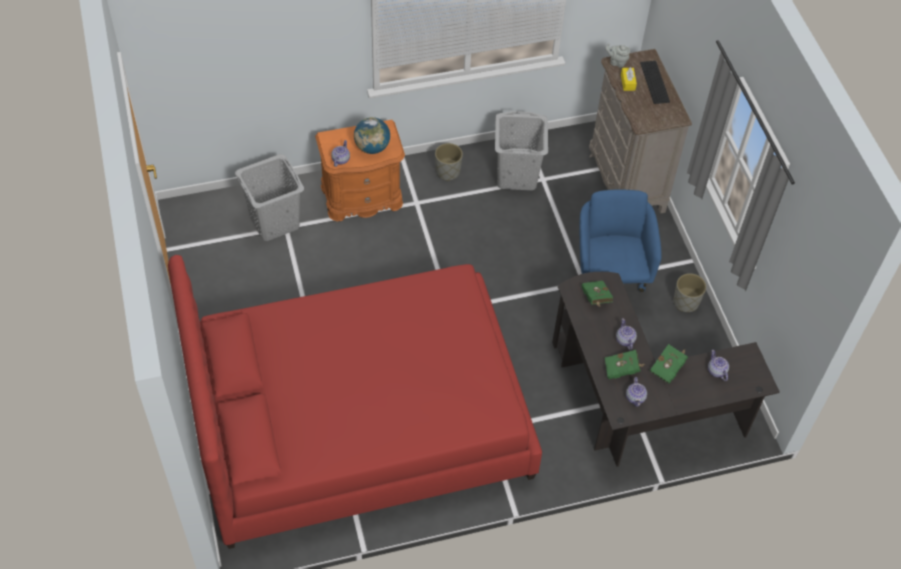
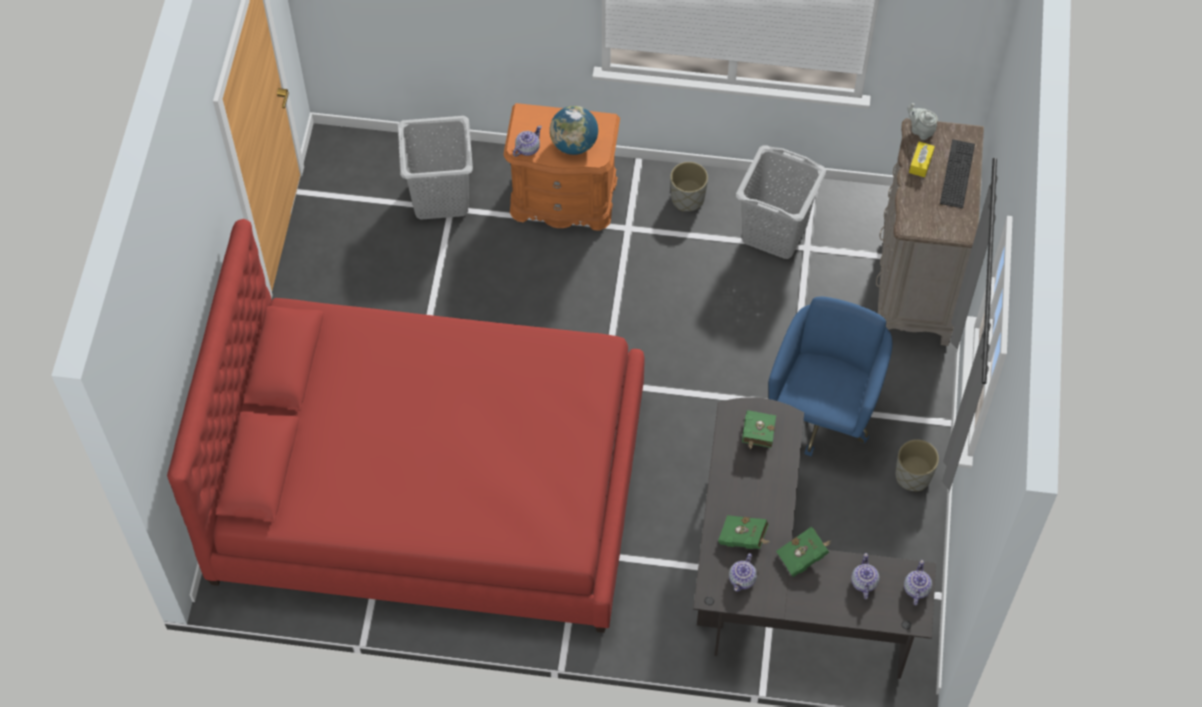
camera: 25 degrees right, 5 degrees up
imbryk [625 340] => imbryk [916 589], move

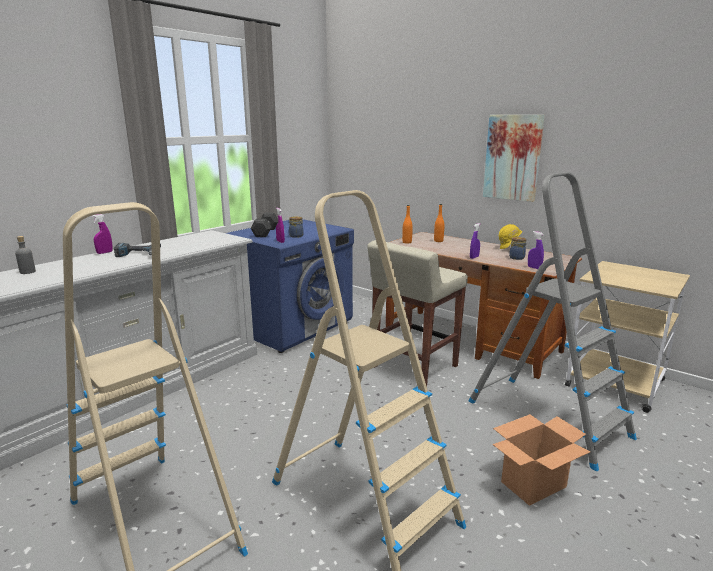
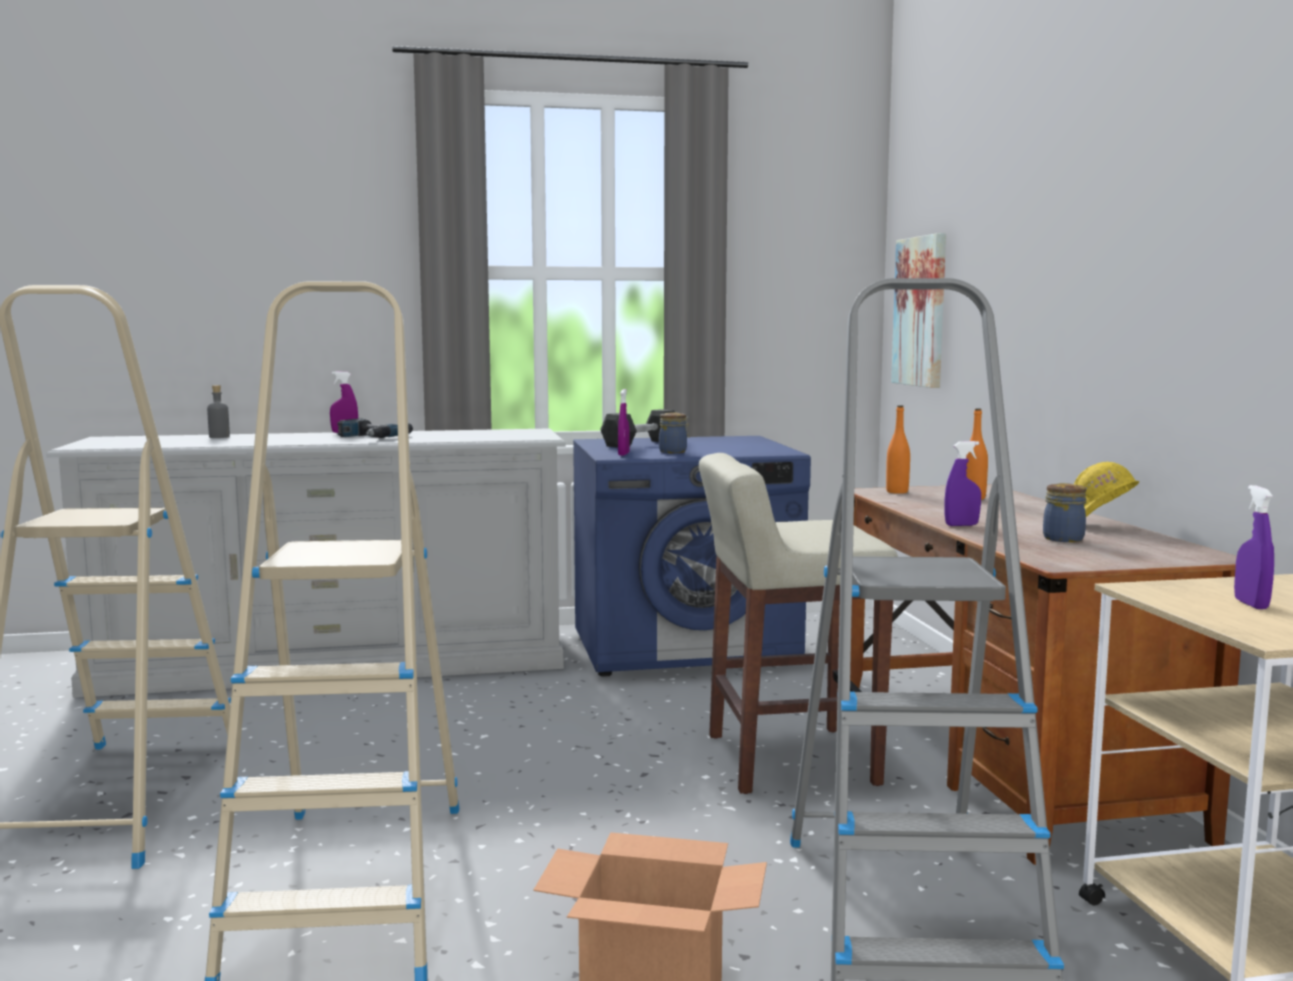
camera: 40 degrees right, 10 degrees down
obraz [512 157] => obraz [921 311], move
spryskiwacz [fioletowy] [534 268] => spryskiwacz [fioletowy] [1251 604], move

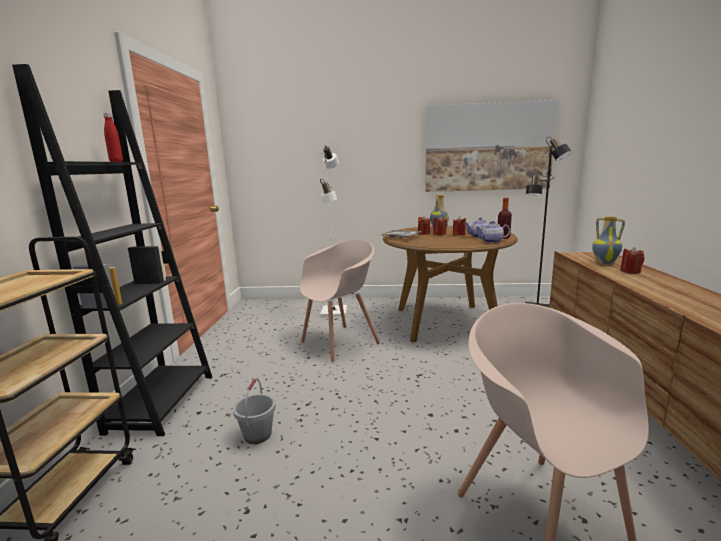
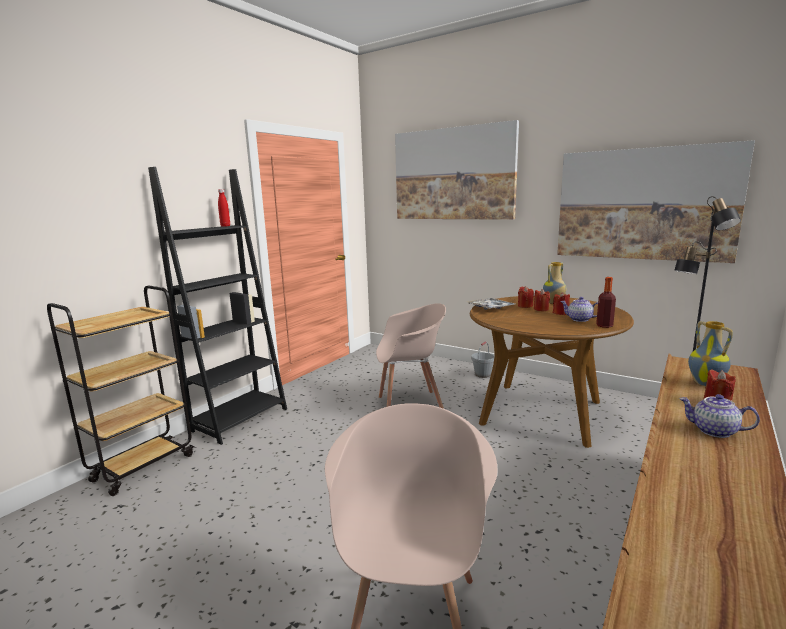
camera: 30 degrees right, 0 degrees up
wiadro [szary] [257 435] => wiadro [szary] [482 374], move
lampa stojąca [biały] [334 312] => nothing
imbryk [491 241] => imbryk [713 431], move
nothing => obraz [453 174]

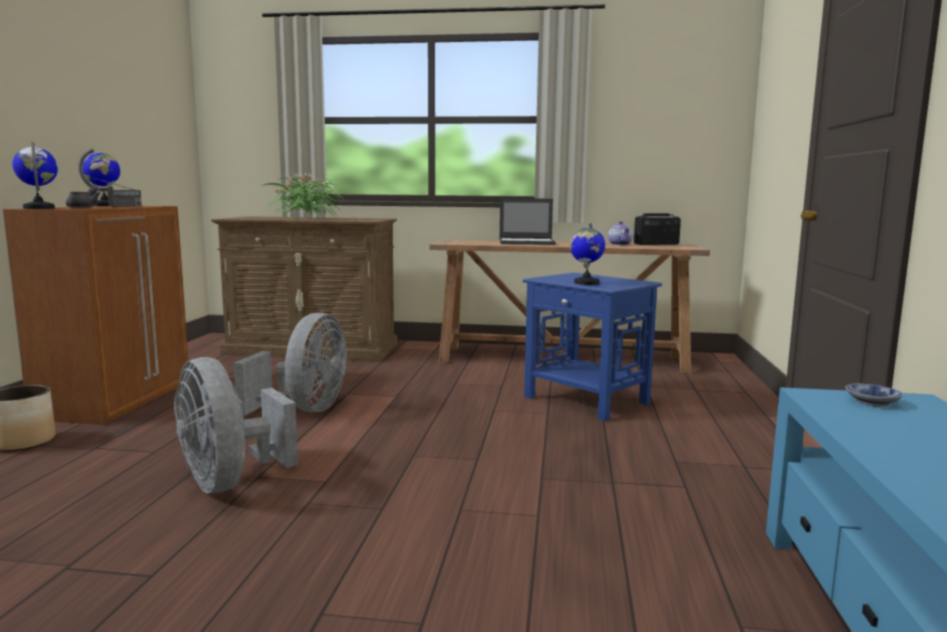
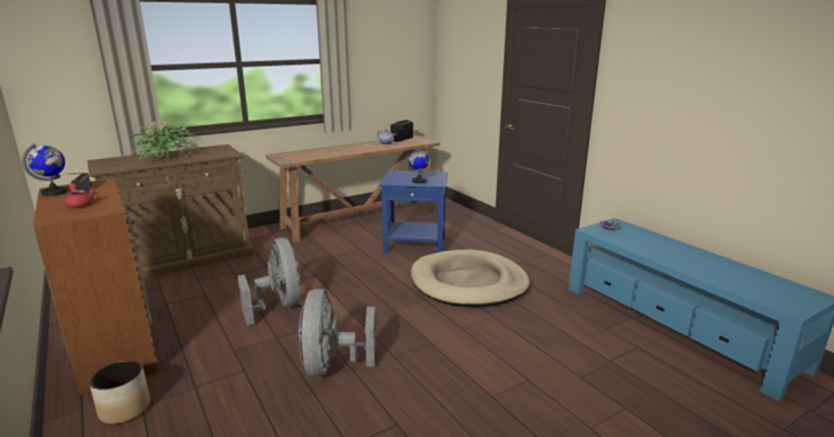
camera: 40 degrees left, 10 degrees up
globus [39 208] => nothing
imbryk [szary] [84 207] => imbryk [czerwony] [79 204]
wentylator [szary] [229 482] => wentylator [szary] [331 365], 75 degrees clockwise
laptop [527 242] => nothing
nothing => legowisko [beżowy] [469 283]

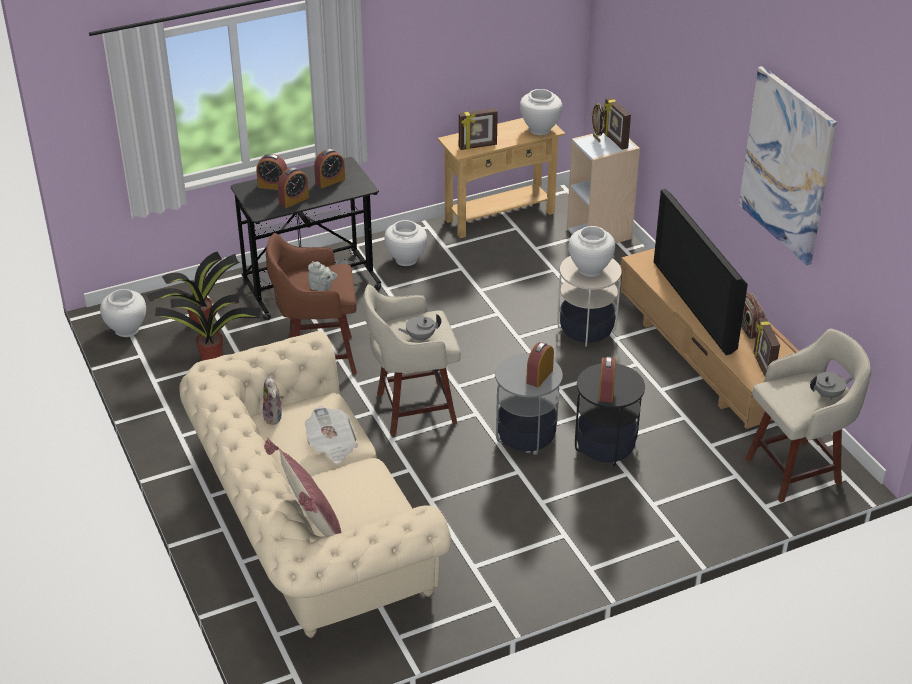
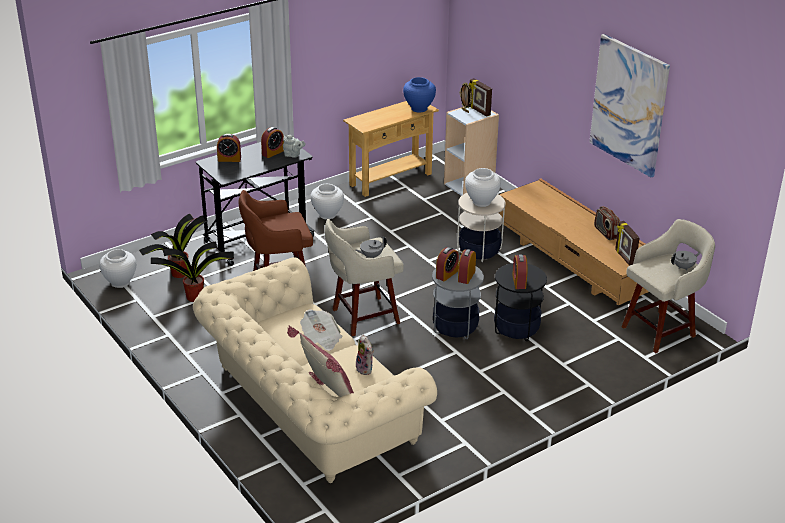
camera: 10 degrees left, 5 degrees down
pluszak [274 417] => pluszak [365 369], move
budzik [294 200] => budzik [447 274], move
imbryk [szary] [322 288] => imbryk [szary] [293 155], move
ramka na zdjęcie [478 146] => nothing
wazon [biały] [540 129] => wazon [niebieski] [419 108]
telewizor [697 305] => nothing

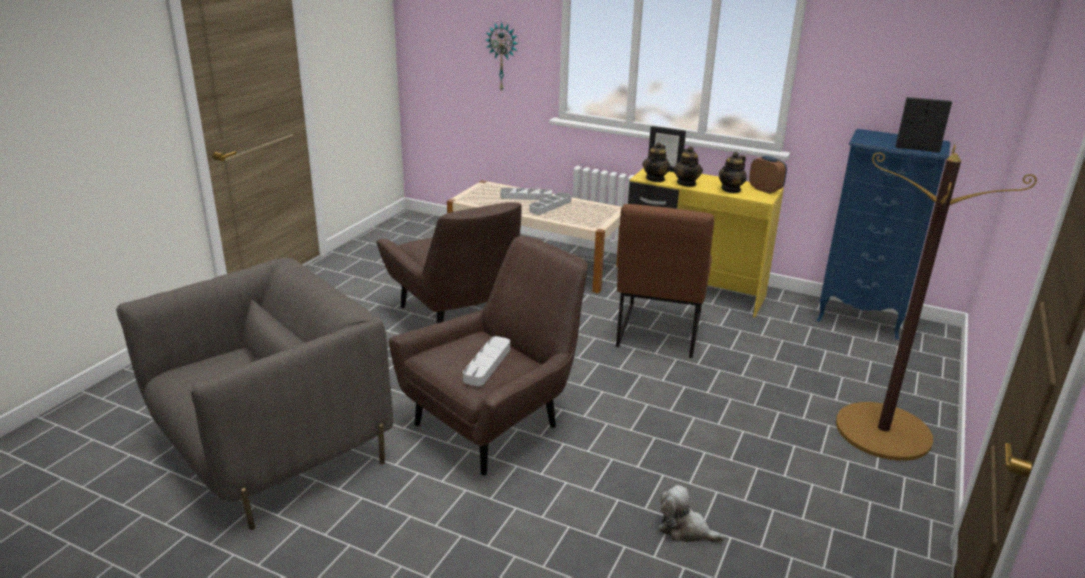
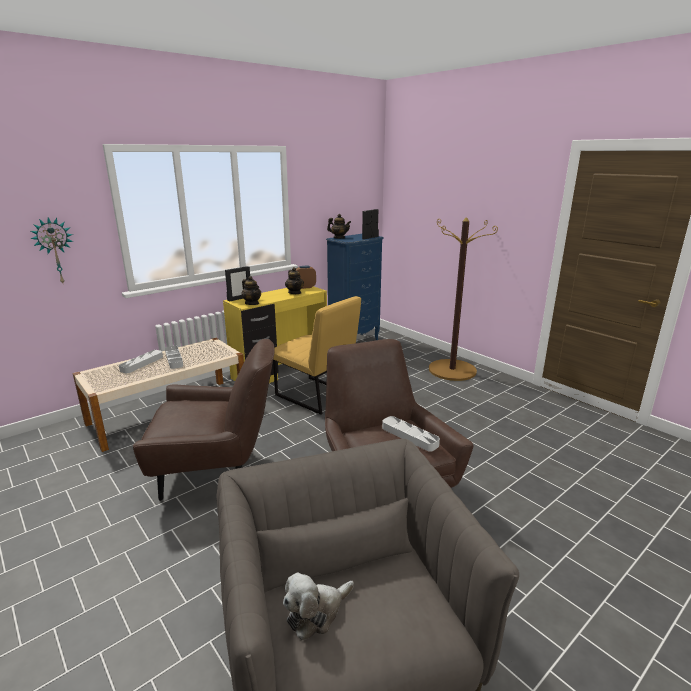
camera: 65 degrees left, 5 degrees down
krzesło [brązowy] [658 332] => krzesło [żółty] [316 395]
pluszak [685 530] => pluszak [316 613], move
imbryk [686 183] => imbryk [339 238], move

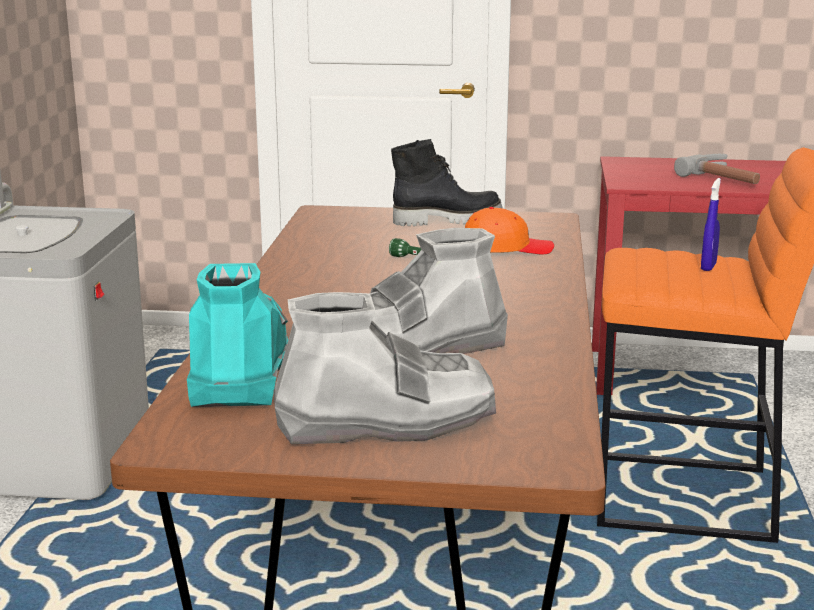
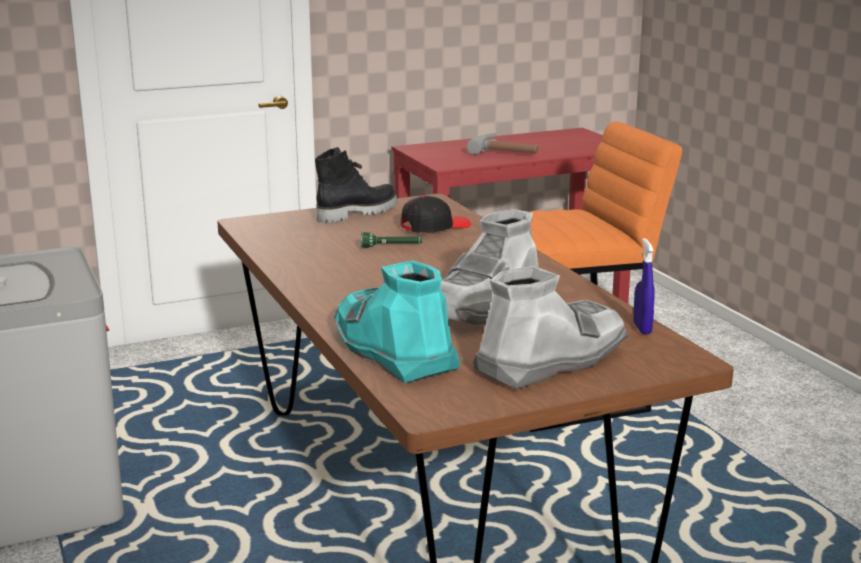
camera: 30 degrees left, 0 degrees up
czapka z daszkiem [pomarańczowy] [507 247] => czapka z daszkiem [czarny] [434 227]
spryskiwacz [niebieski] [708 267] => spryskiwacz [niebieski] [642 328], move

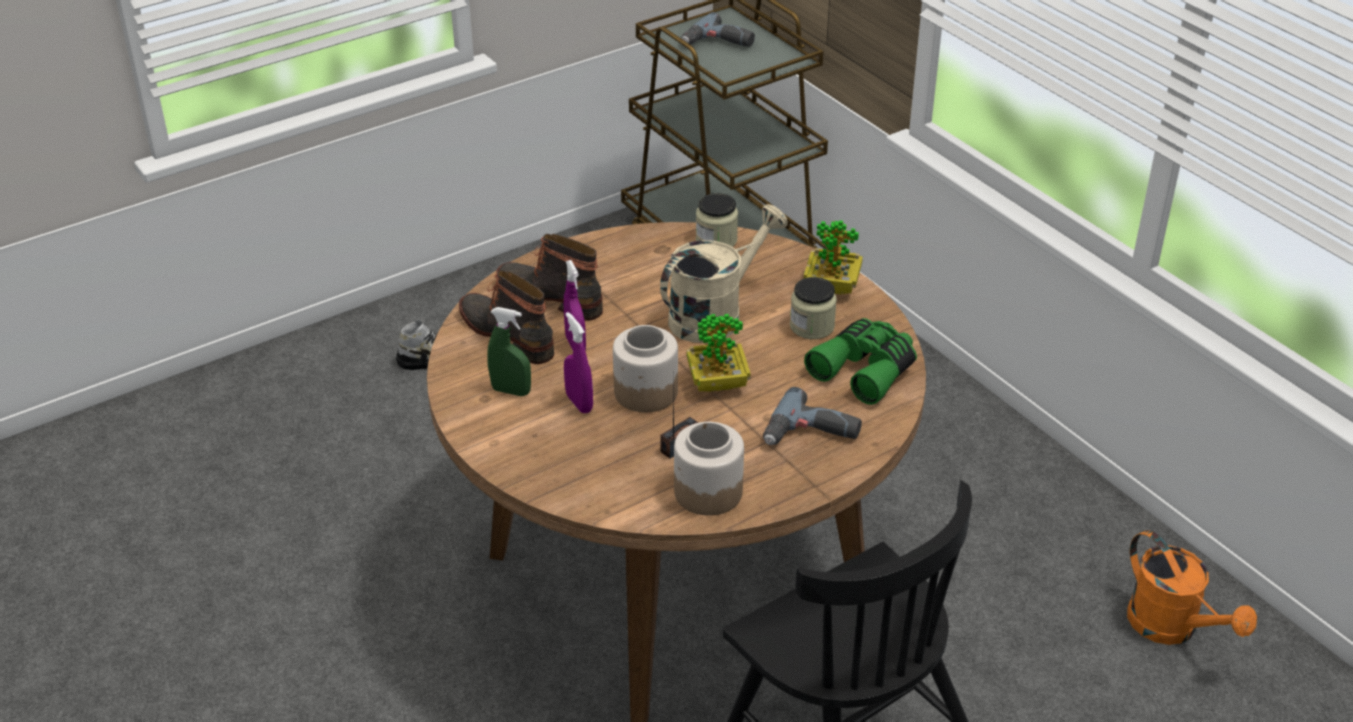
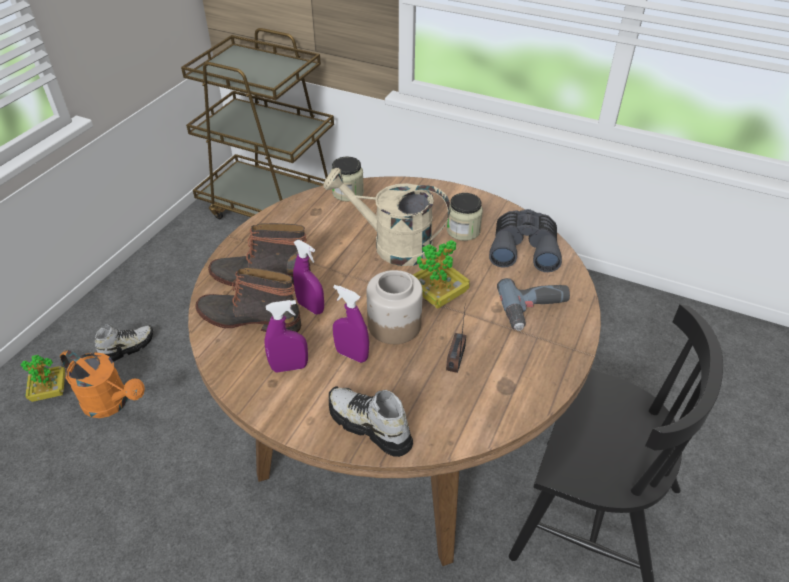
camera: 30 degrees left, 5 degrees up
spryskiwacz [zielony] [511 391] => spryskiwacz [fioletowy] [289 367]
konewka [beżowy] [715 314] => konewka [beżowy] [392 245], 90 degrees counterclockwise
słoik [708 491] => nothing
wiertarka [718 43] => nothing
roślina doniczkowa [831 286] => roślina doniczkowa [50 391], move
lornetka [zielony] [865 369] => lornetka [szary] [524 248]
konewka [pomarańczowy] [1172 628] => konewka [pomarańczowy] [112 403], move
nothing => but [369 426]

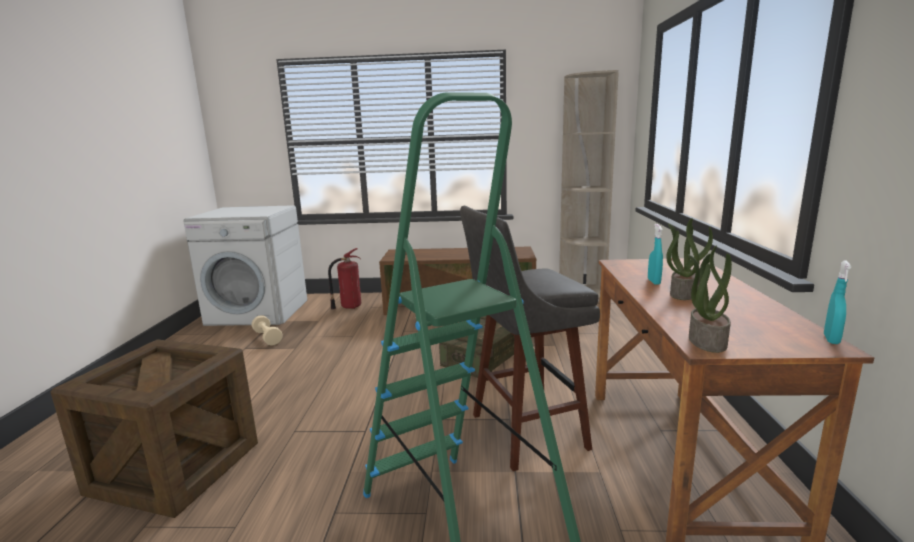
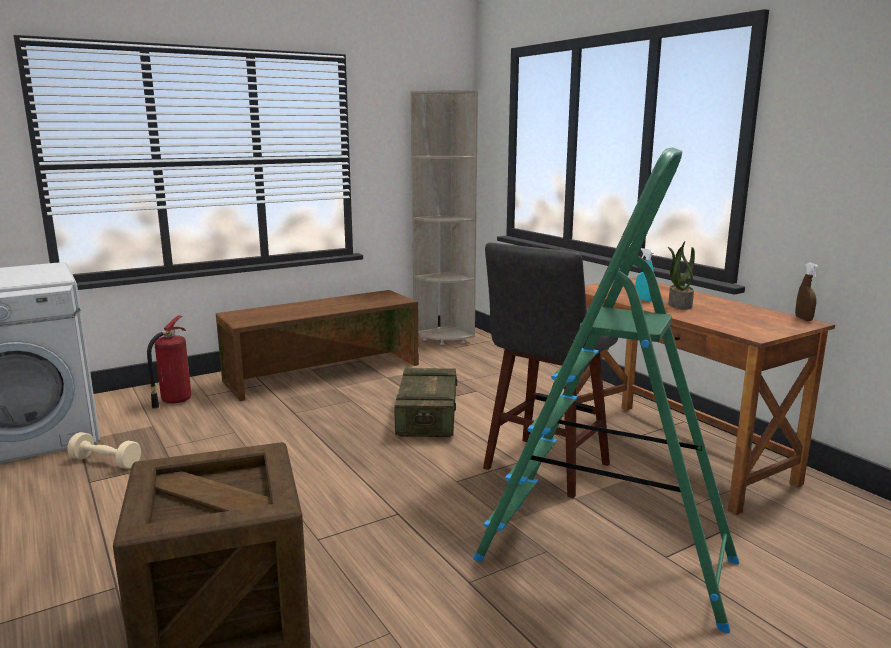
camera: 35 degrees left, 0 degrees up
roślina doniczkowa [706 341] => nothing
spryskiwacz [turkusowy] [831 339] => spryskiwacz [brązowy] [803 319]

